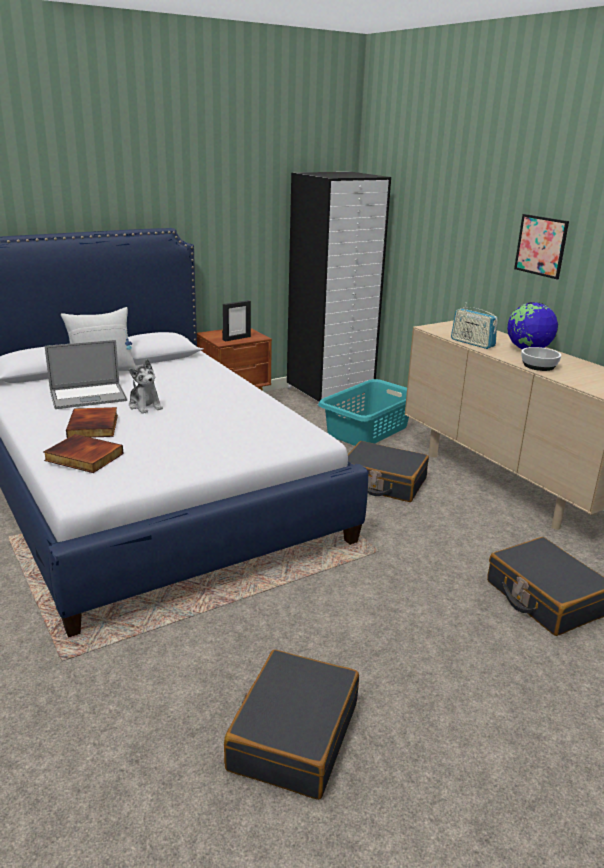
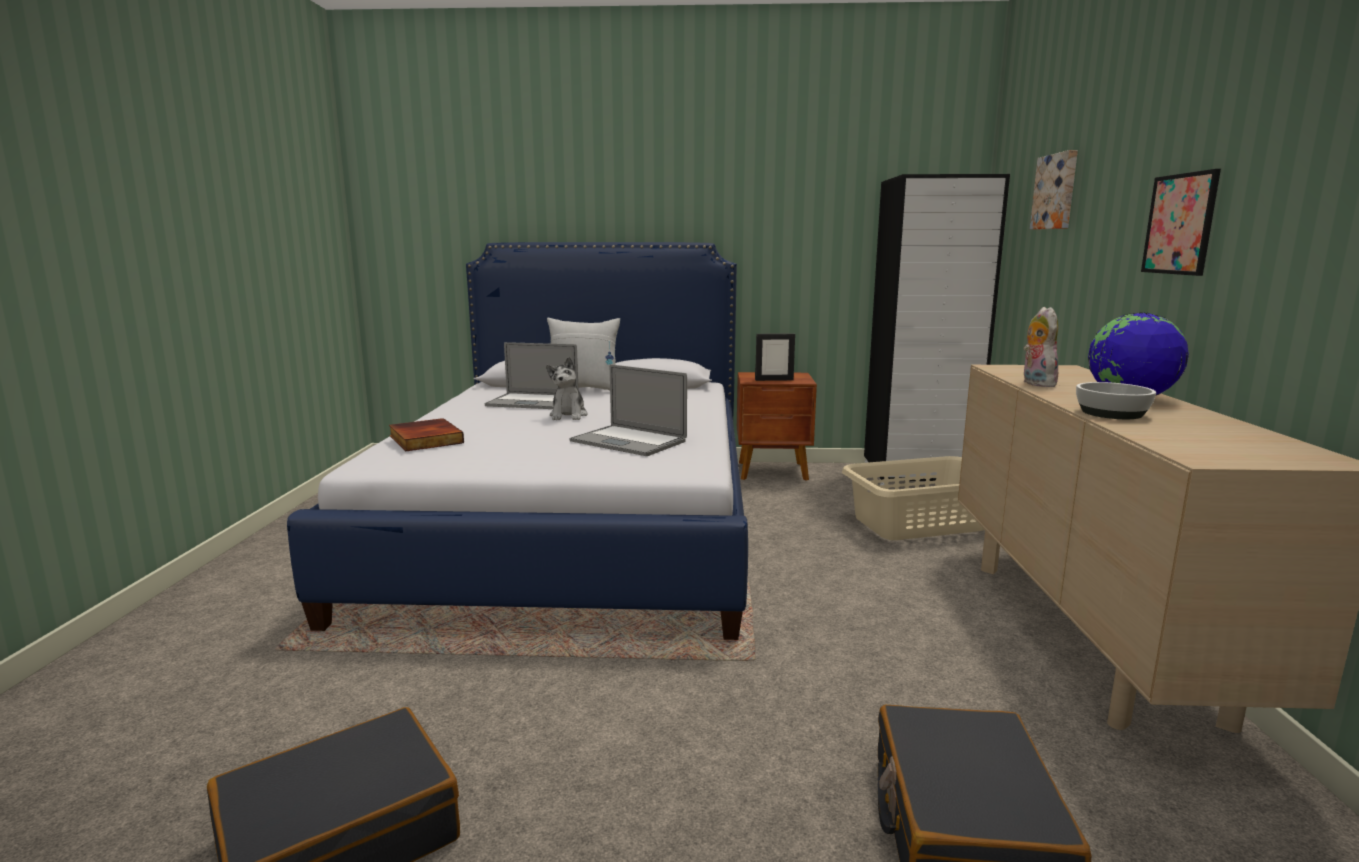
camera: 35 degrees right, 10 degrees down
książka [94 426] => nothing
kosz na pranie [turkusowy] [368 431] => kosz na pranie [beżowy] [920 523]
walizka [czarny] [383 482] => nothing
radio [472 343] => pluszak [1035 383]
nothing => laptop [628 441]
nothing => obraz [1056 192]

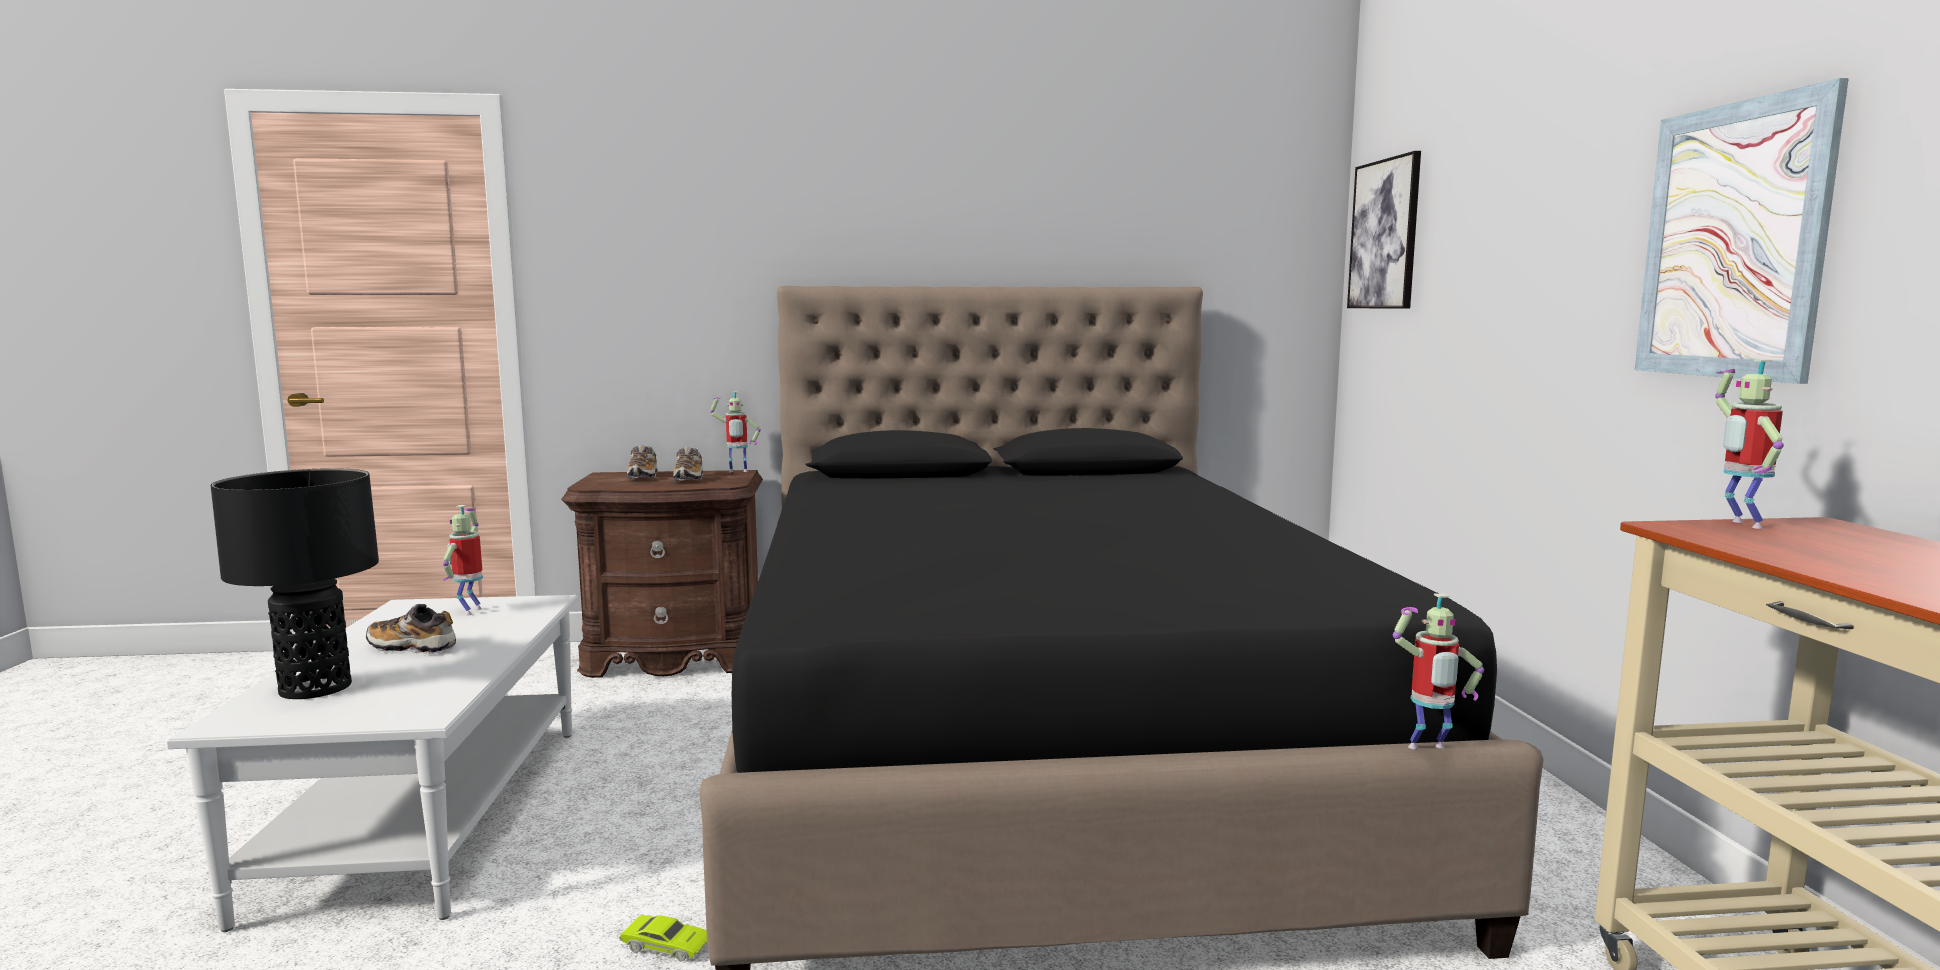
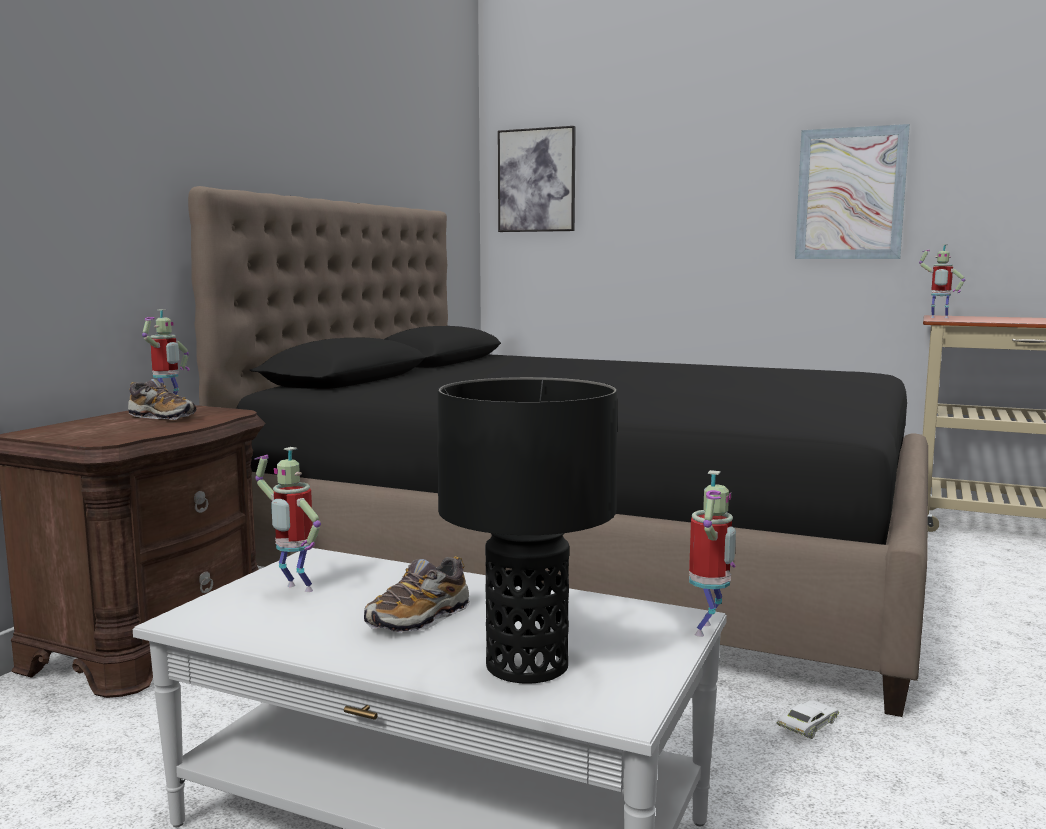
camera: 60 degrees left, 0 degrees up
samochodzik [zielony] [667 946] => samochodzik [biały] [807 725]
but [643 476] => nothing
robot zabawkowy [1428 749] => robot zabawkowy [708 631], move

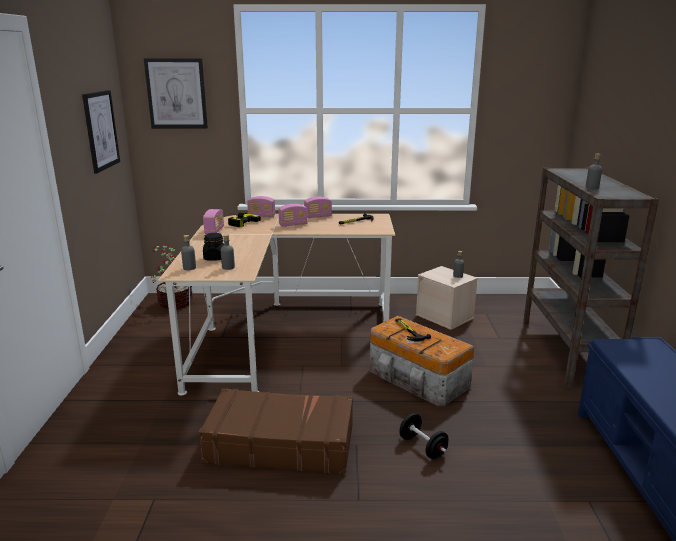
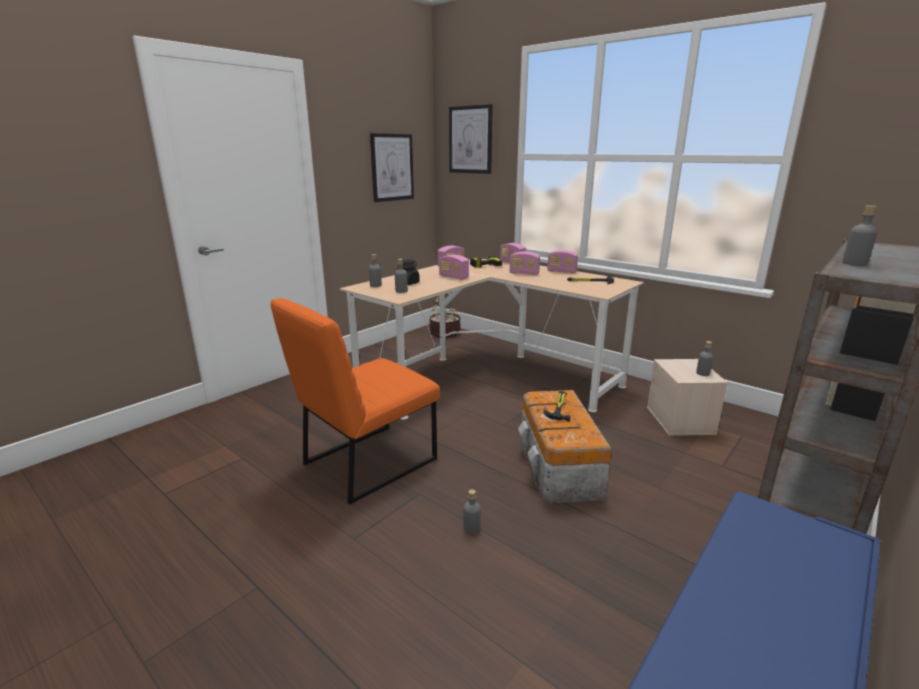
camera: 40 degrees right, 0 degrees up
walizka [brązowy] [280 443] => krzesło [pomarańczowy] [366 462]
hantel [czarny] [422 447] => butelka [szary] [471 528]
nothing => radio [453 277]

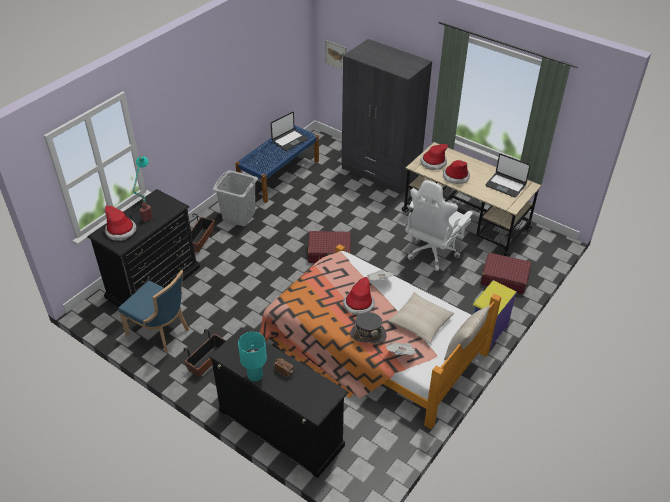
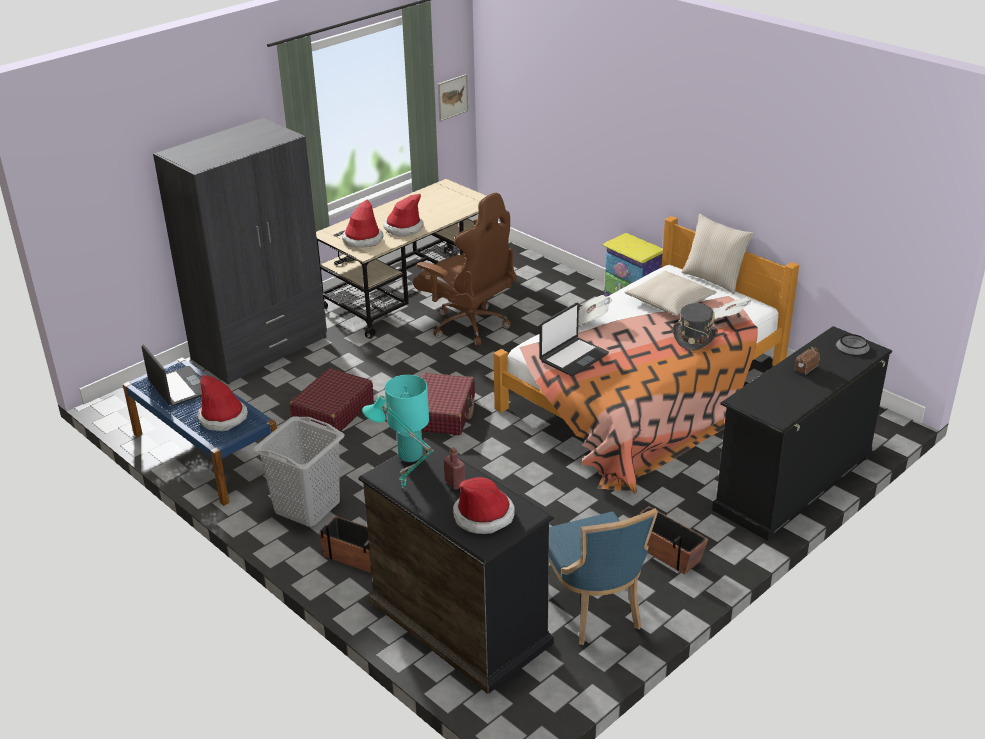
camera: 80 degrees left, 10 degrees down
krzesło [niebieski] [161 332] => krzesło [niebieski] [593 609], 120 degrees clockwise
lampa stołowa [turkusowy] [255 377] => lampa stołowa [turkusowy] [411 457], move
obraz [336 55] => obraz [452 97], move
kapelusz [358 305] => kapelusz [223 418], move
krzesło biurowe [biały] [433 250] => krzesło biurowe [brązowy] [466 324]
walizka [czerwony] [504 278] => walizka [czerwony] [332 412], move
laptop [505 185] => laptop [573 357], move
nothing => miska [853 346]

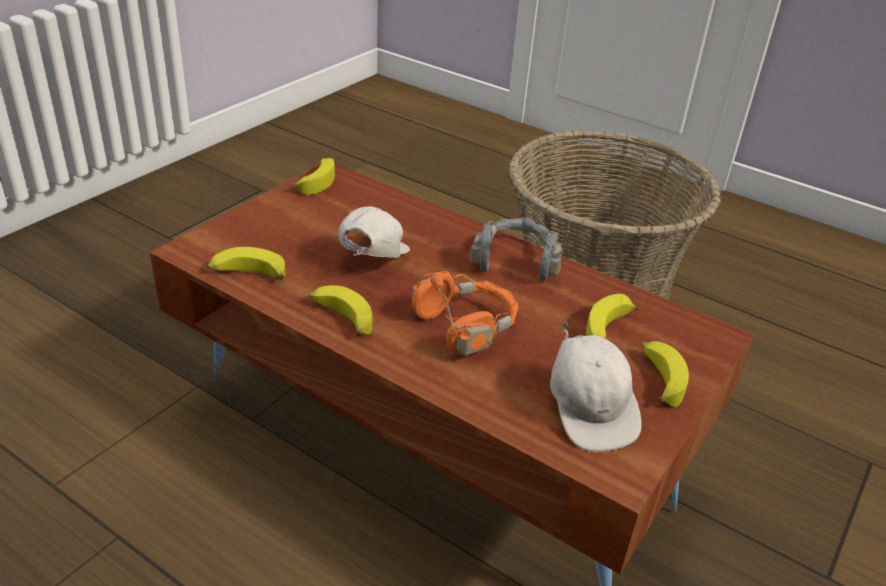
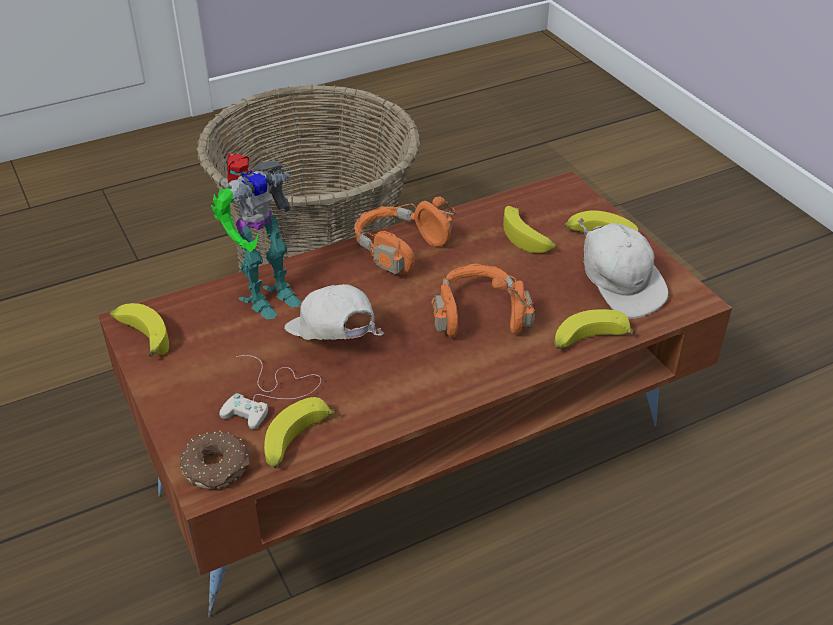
camera: 60 degrees left, 5 degrees up
banan [341 317] => banan [588 341], move
słuchawki [szary] [516 261] => słuchawki [pomarańczowy] [399 250]
czapka z daszkiem [biały] [589 410] => czapka z daszkiem [biały] [619 287], 45 degrees clockwise
nothing => donut [217 468]
nothing => robot zabawkowy [265 296]
nothing => pad do gier [biały] [270 394]

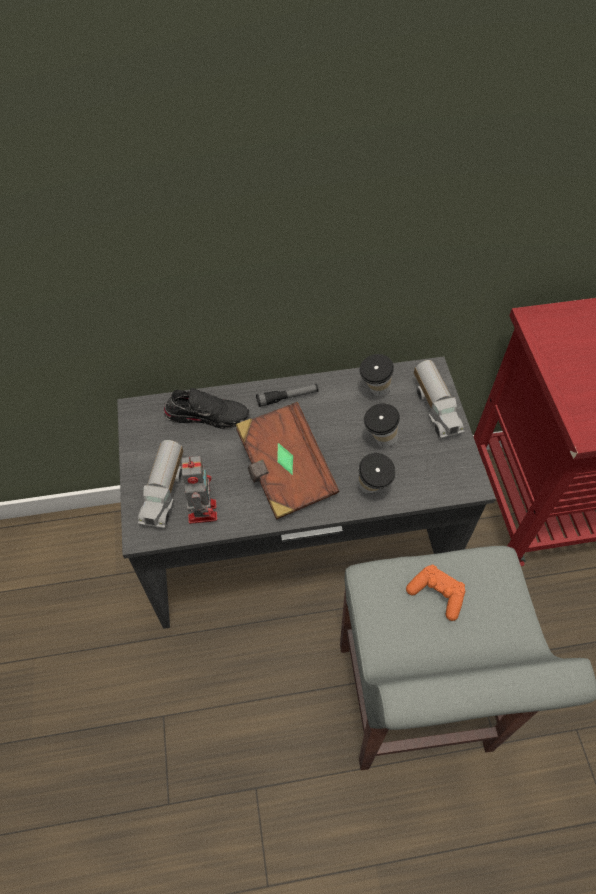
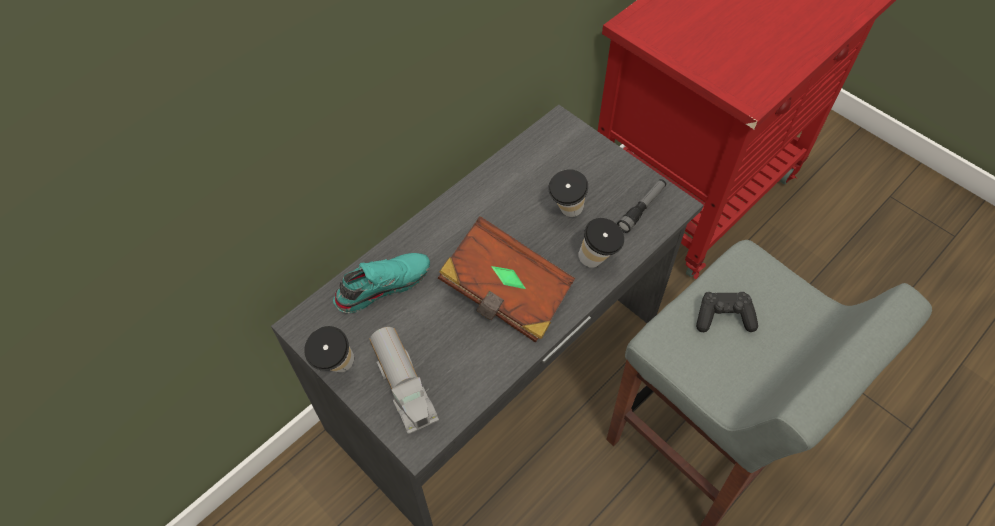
camera: 35 degrees left, 0 degrees up
but [czarny] [207 414] => but [turkusowy] [382 284]
robot zabawkowy [202 510] => nothing
latarka [287 397] => latarka [642 208], move
filiżanka [374 391] => filiżanka [336 368], move
pad do gier [pomarańczowy] [436 594] => pad do gier [czarny] [723 317]
ciężarówka zabawkowa [436 408] => nothing

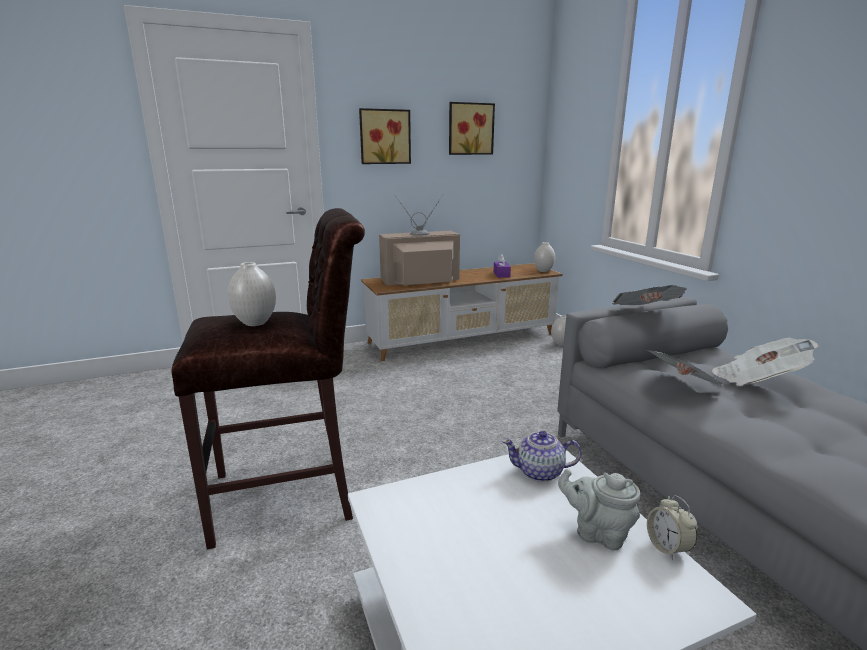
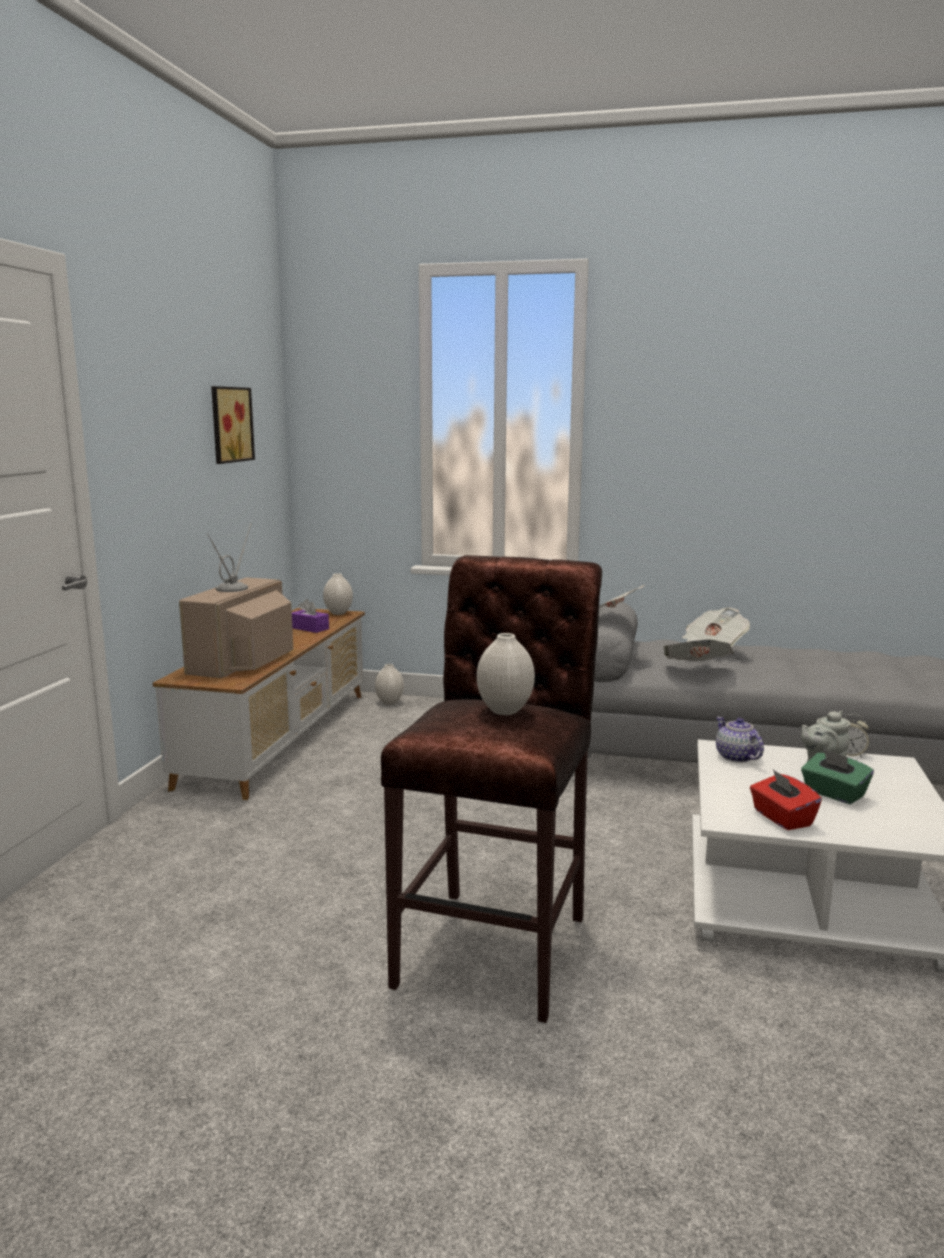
camera: 55 degrees left, 5 degrees down
obraz [384 137] => nothing
imbryk [540 472] => imbryk [736 757], 120 degrees clockwise
nothing => pudełko chusteczek [czerwony] [781 818]
nothing => pudełko chusteczek [zielony] [833 794]

